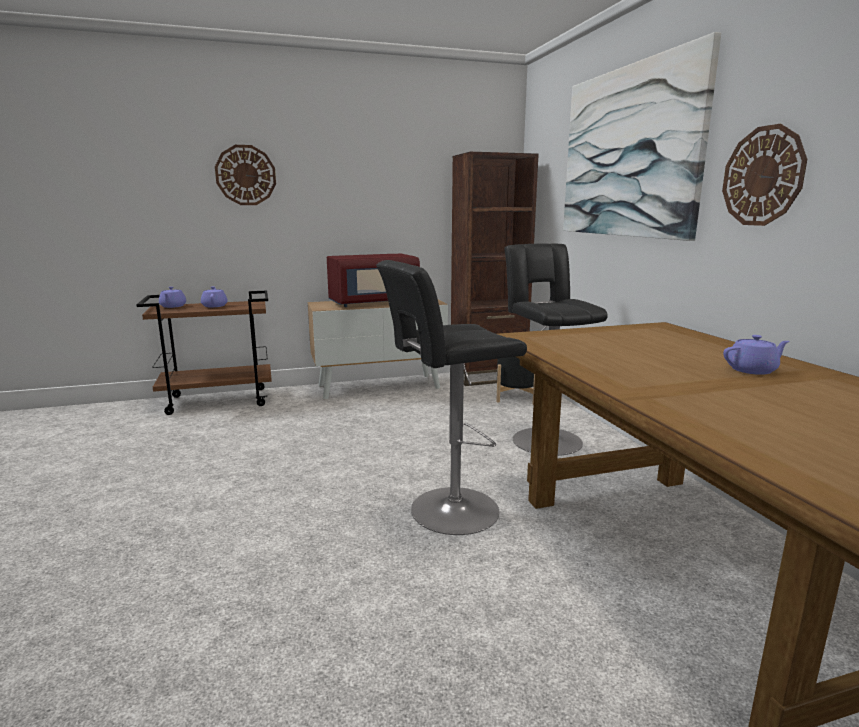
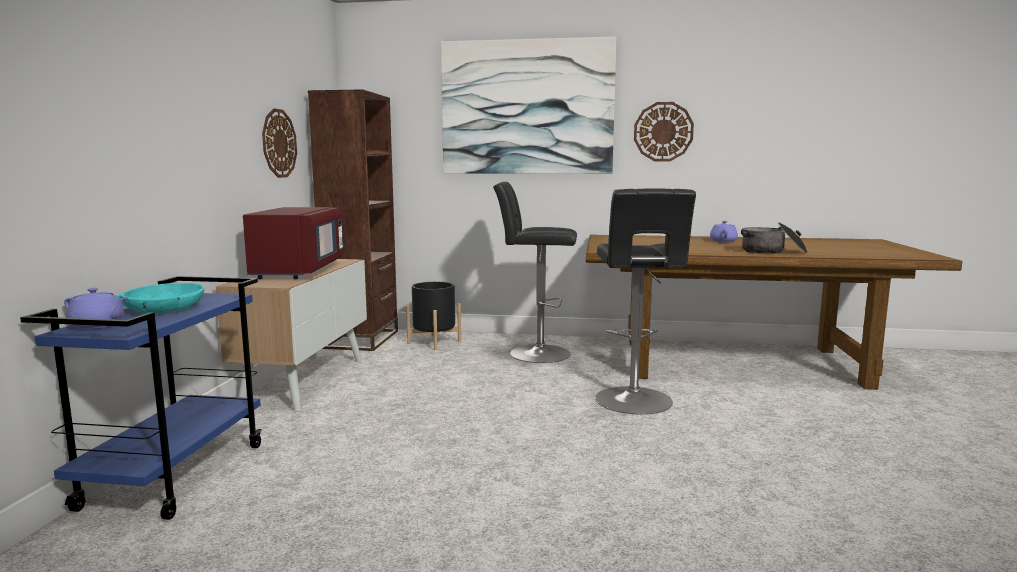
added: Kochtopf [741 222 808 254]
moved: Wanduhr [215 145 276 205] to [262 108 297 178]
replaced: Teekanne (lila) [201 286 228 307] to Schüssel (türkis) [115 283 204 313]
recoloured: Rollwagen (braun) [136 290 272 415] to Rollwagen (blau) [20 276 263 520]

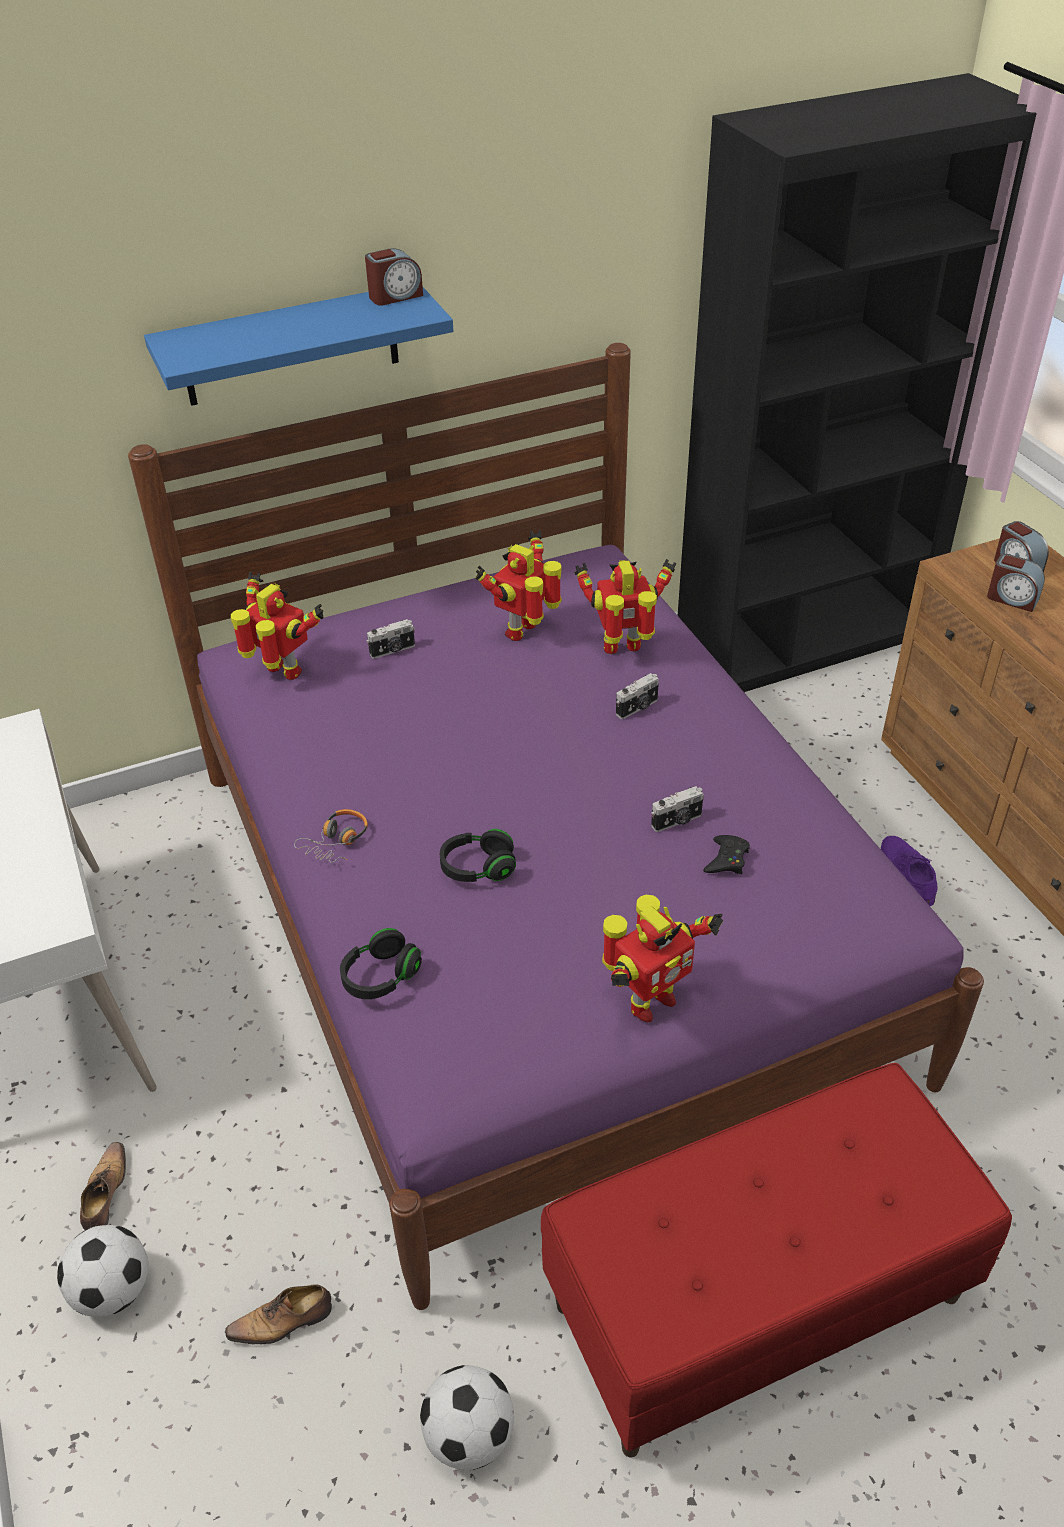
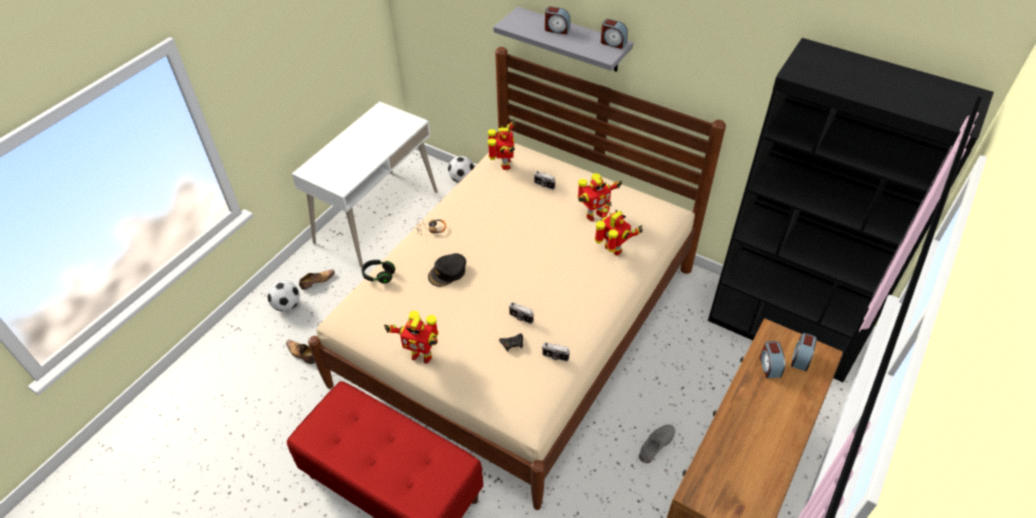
added: Wecker [545 7 570 34]
moved: Fußball [420 1365 514 1470] to [448 156 474 183]; Kamera [616 673 659 719] to [542 342 570 362]
replaced: Kopfhörer (schwarz) [440 829 516 882] to Kappe (schwarz) [428 253 466 287]
recoloured: Bett (lila) [128 343 984 1310] to Bett (beige) [308 47 726 510]; Wandregal (blau) [144 287 453 406] to Wandregal (grau) [493 7 633 72]; Schuh (lila) [881 836 937 906] to Schuh (grau) [639 425 675 463]
turned: Spielzeugroboter [475 530 562 641] = [577 173 622 221] 150 degrees clockwise

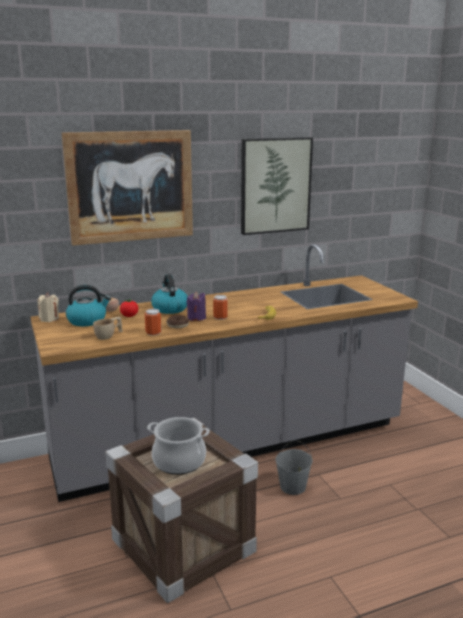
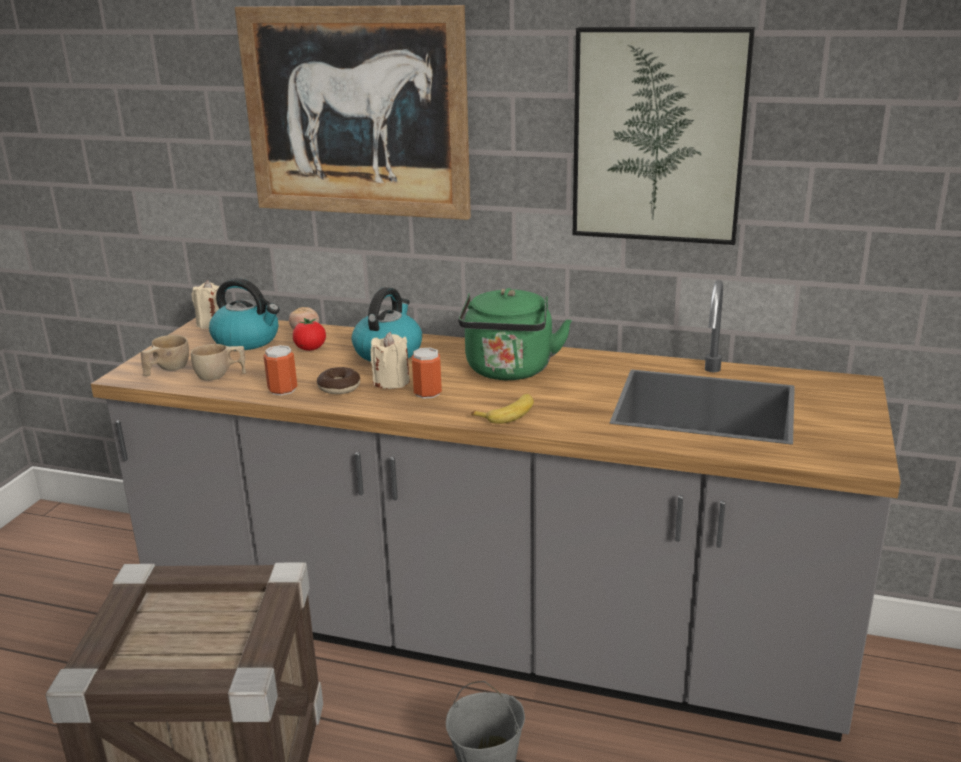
removed: Kochtopf [147 417 210 475]
added: Tasse (beige) [141 335 189 376]; Wasserkessel (grün) [458 288 572 380]
recoloured: Kerze (lila) [187 291 206 321] to Kerze (beige) [370 332 410 389]

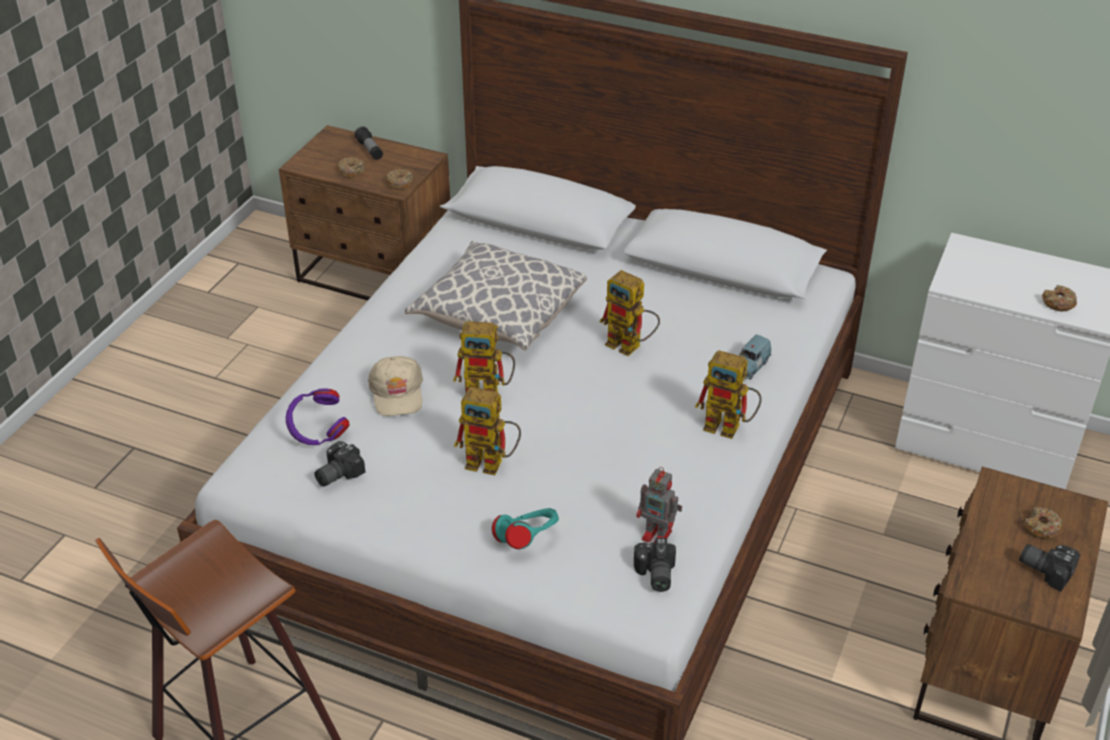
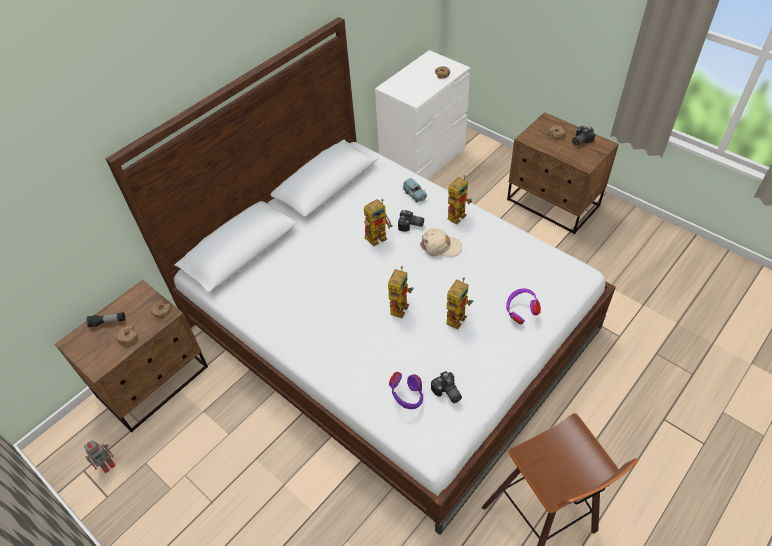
removed: Kissen [405 241 587 351]
moved: Kappe (beige) [368 356 423 416] to [420 228 462 257]; Kamera [634 538 676 592] to [398 210 424 232]; Spielzeugroboter [636 467 682 543] to [84 440 116 473]
recoloured: Kopfhörer (türkis) [492 508 559 549] to Kopfhörer (lila) [506 289 541 324]

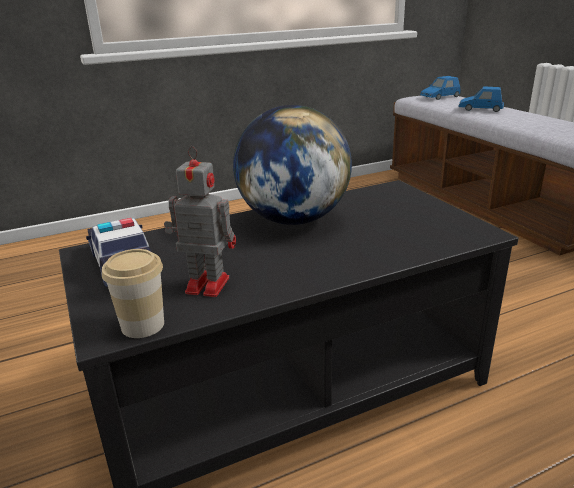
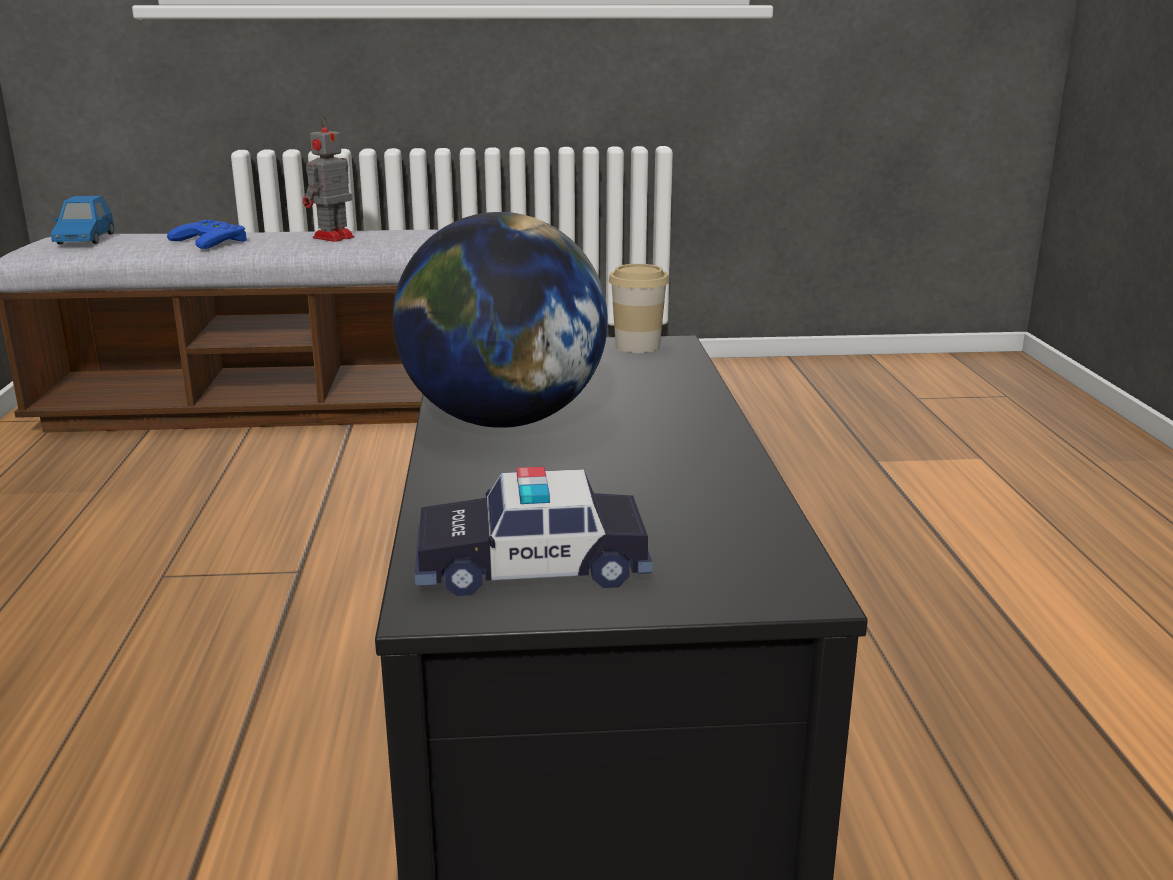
moved: Tasse [102 249 164 338] to [609 264 669 353]; Spielzeugroboter [164 146 236 297] to [303 116 354 242]
replaced: Spielzeugauto (blau) [458 86 504 112] to Gamepad (blau) [167 220 247 249]

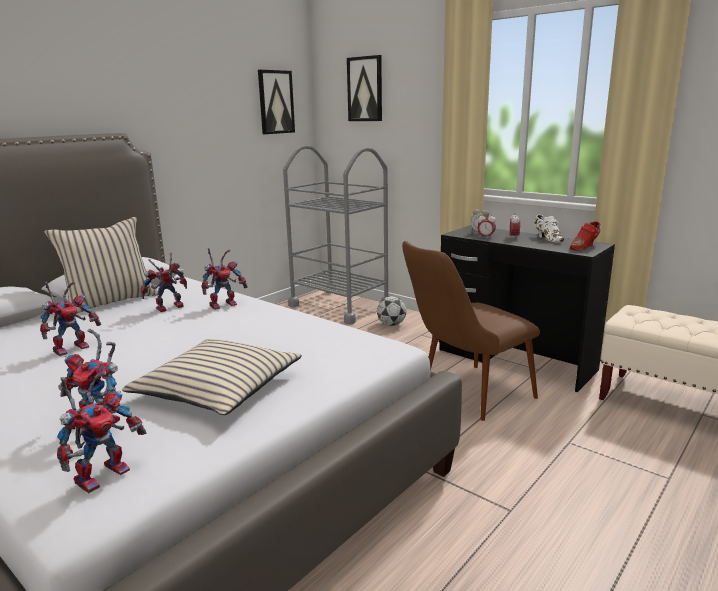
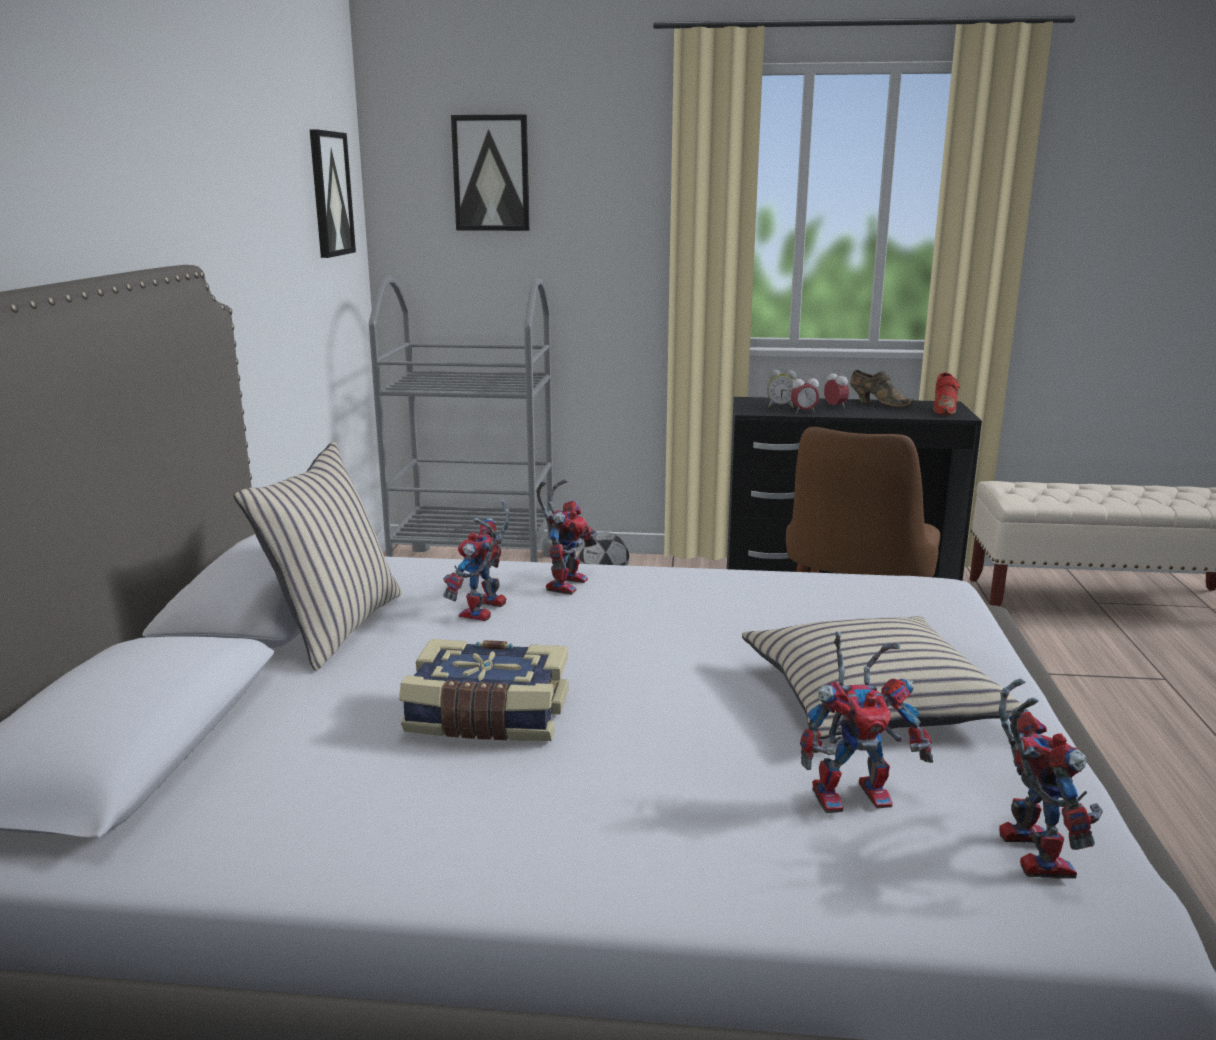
replaced: Spielzeugroboter [40 281 101 356] to Buch [399 639 568 741]
recoloured: Schuh (weiß) [535 214 564 243] to Schuh (braun) [850 370 914 408]

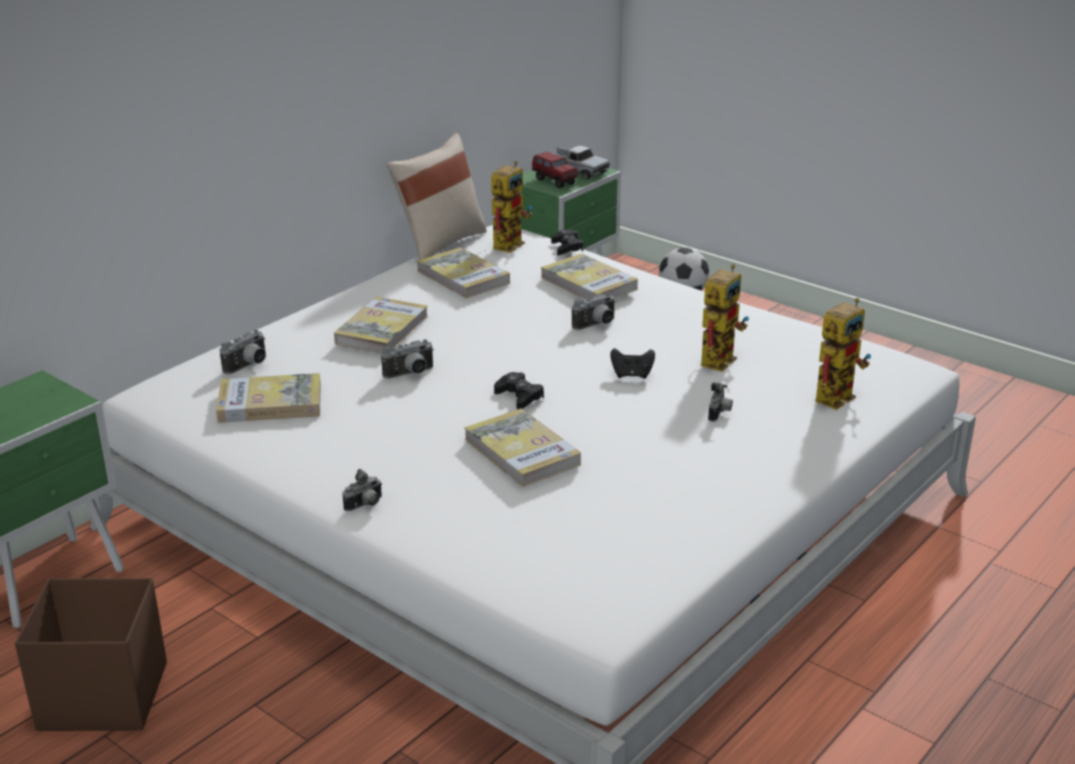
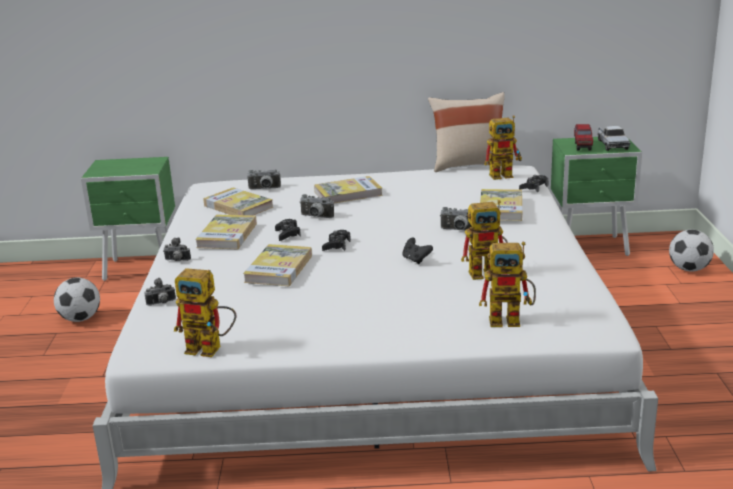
added: Spielzeugroboter [174 268 236 357]; Gamepad (schwarz) [275 219 301 241]
moved: Buch [417 248 510 298] to [195 214 257 249]; Kamera [708 382 733 422] to [145 278 176 305]
replaced: Aufbewahrungsbox (braun) [15 578 167 731] to Fußball [54 277 100 322]

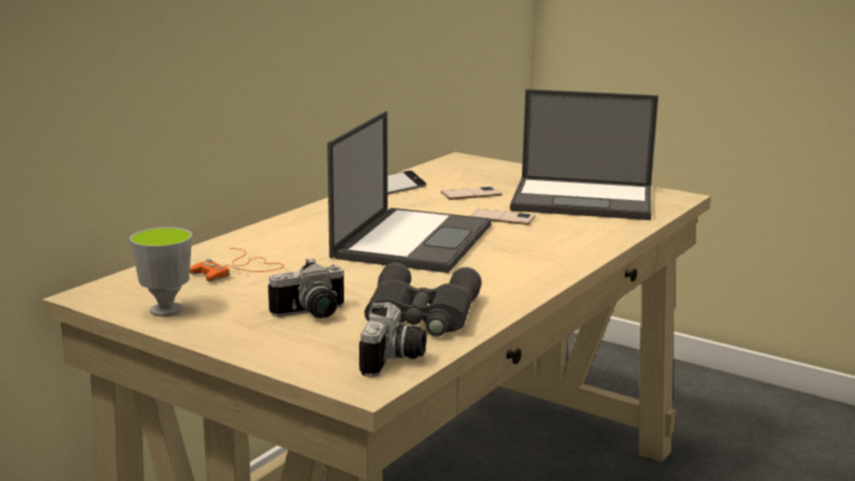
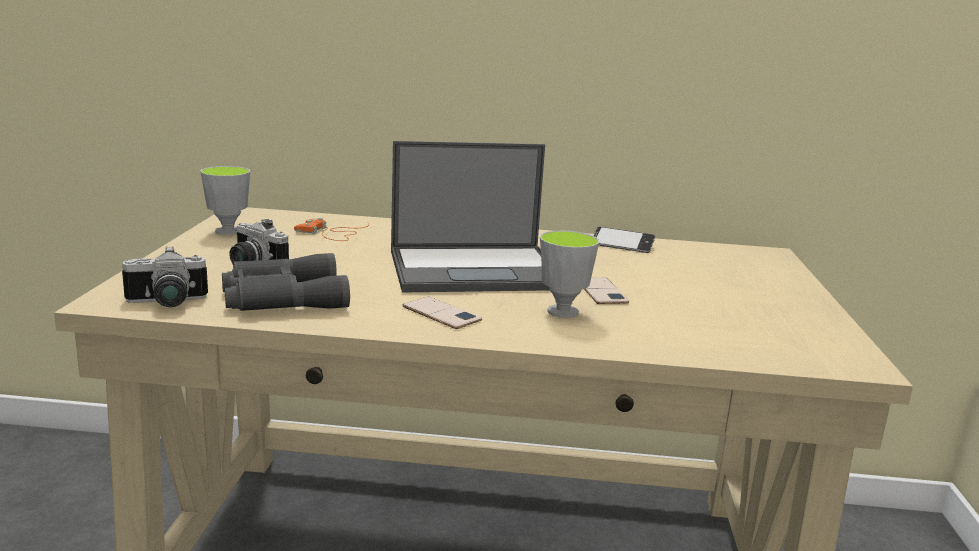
removed: Laptop [510 89 658 220]
added: Tasse [540 230 599 318]
moved: Handy [441 187 502 200] to [403 297 482 329]

